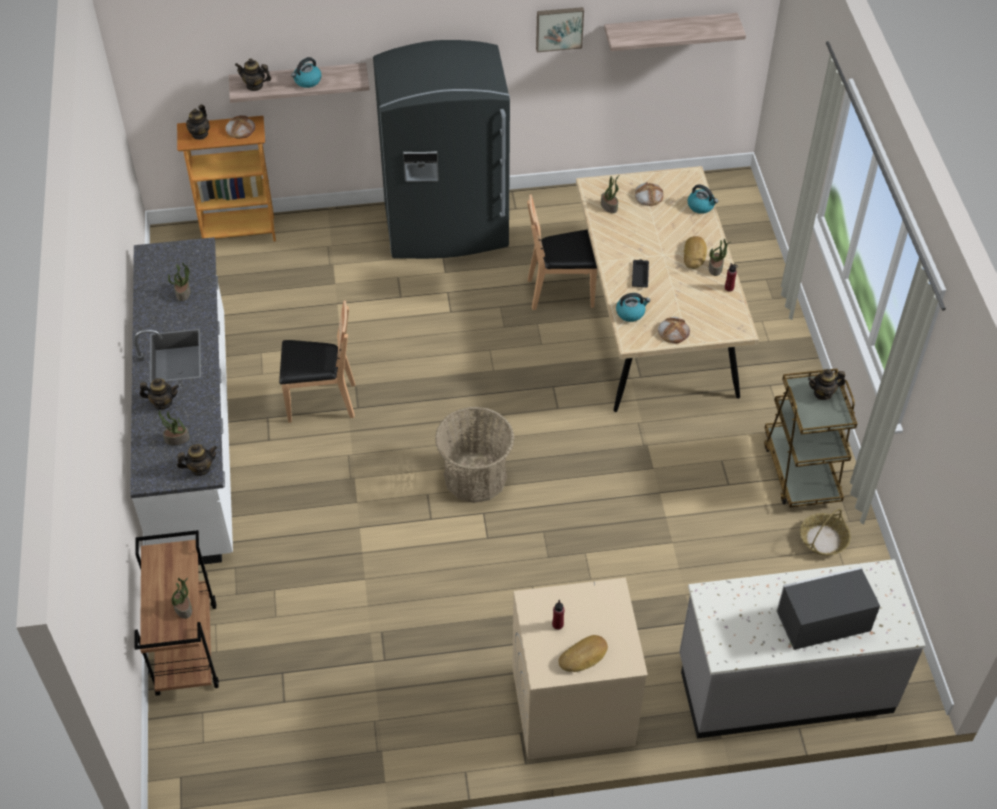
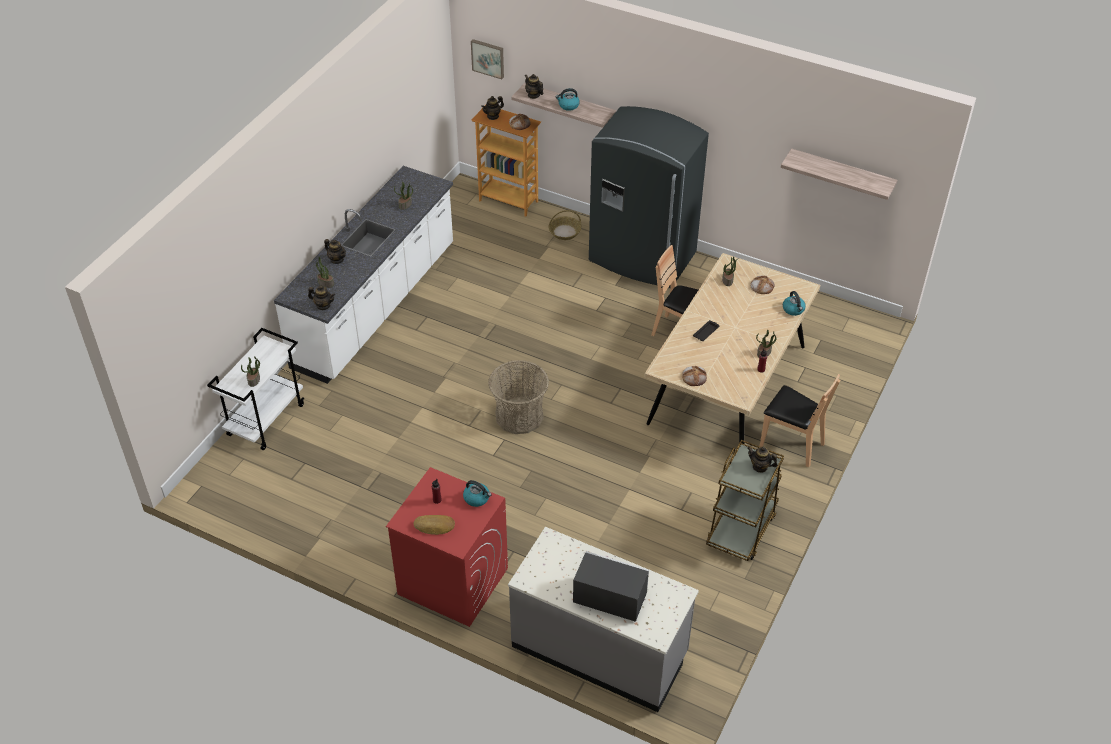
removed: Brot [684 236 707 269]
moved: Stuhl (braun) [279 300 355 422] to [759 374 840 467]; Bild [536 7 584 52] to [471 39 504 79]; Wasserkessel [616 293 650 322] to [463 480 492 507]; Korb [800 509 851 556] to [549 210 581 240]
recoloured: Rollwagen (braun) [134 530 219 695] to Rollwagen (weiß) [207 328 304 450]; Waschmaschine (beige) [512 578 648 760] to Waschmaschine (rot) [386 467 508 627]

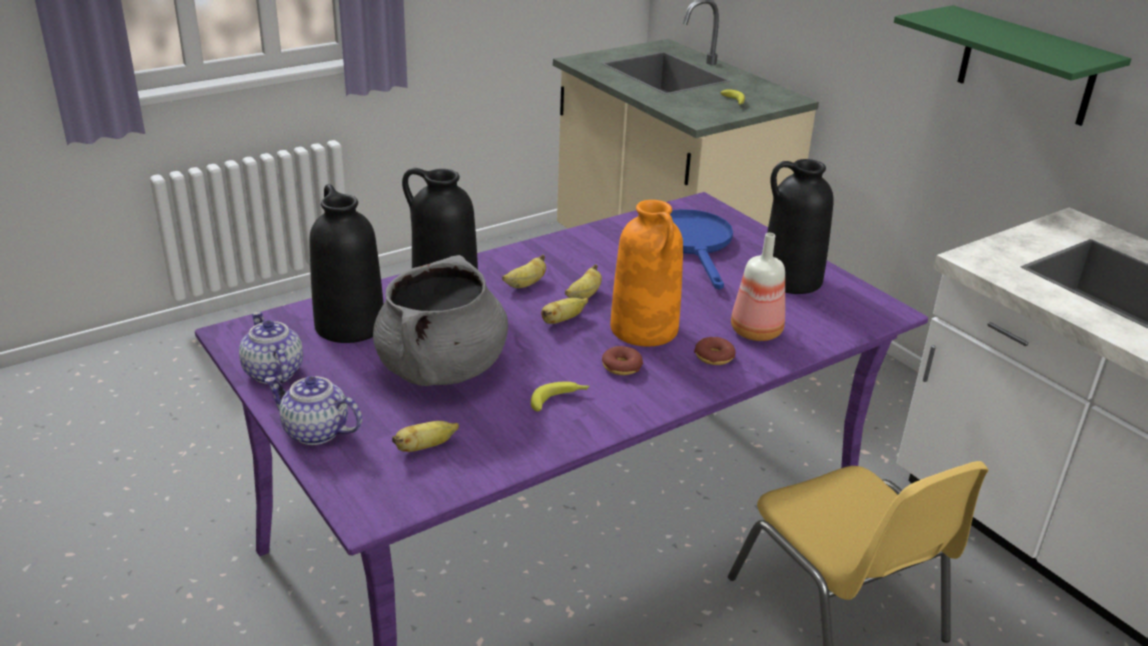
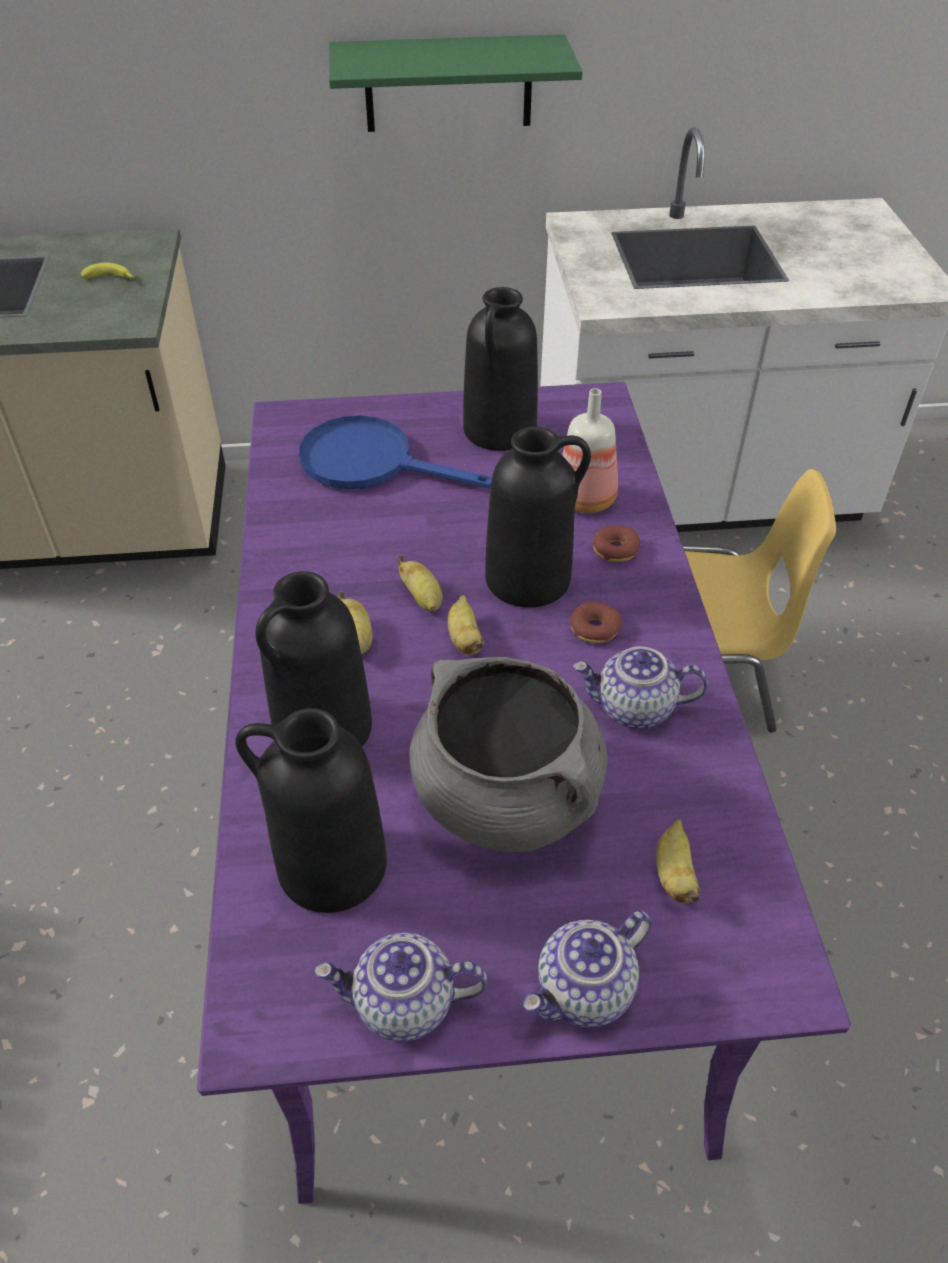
replaced: Banane [531 381 590 411] to Teekanne [573 646 708 728]
recoloured: Vase (orange) [610 200 683 346] to Vase (schwarz) [485 427 591 608]

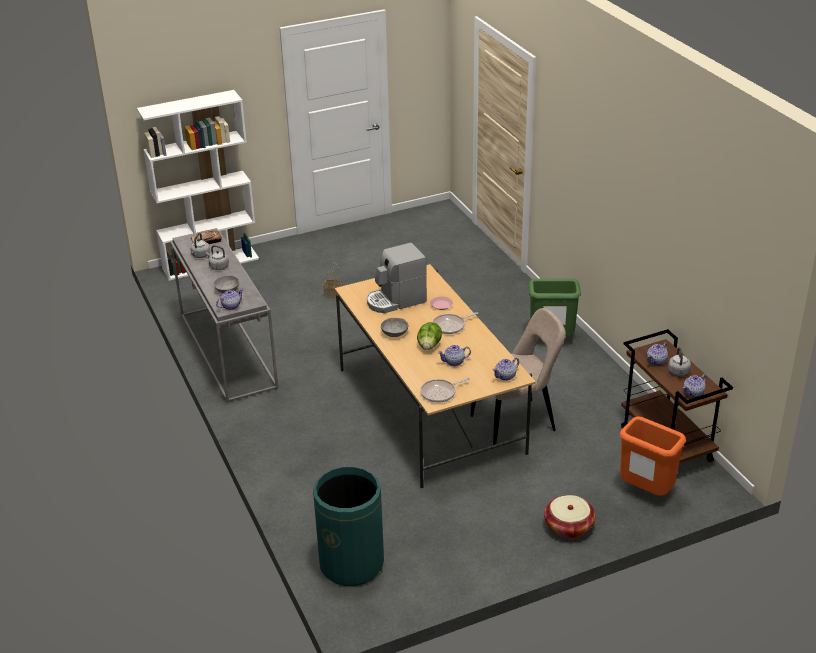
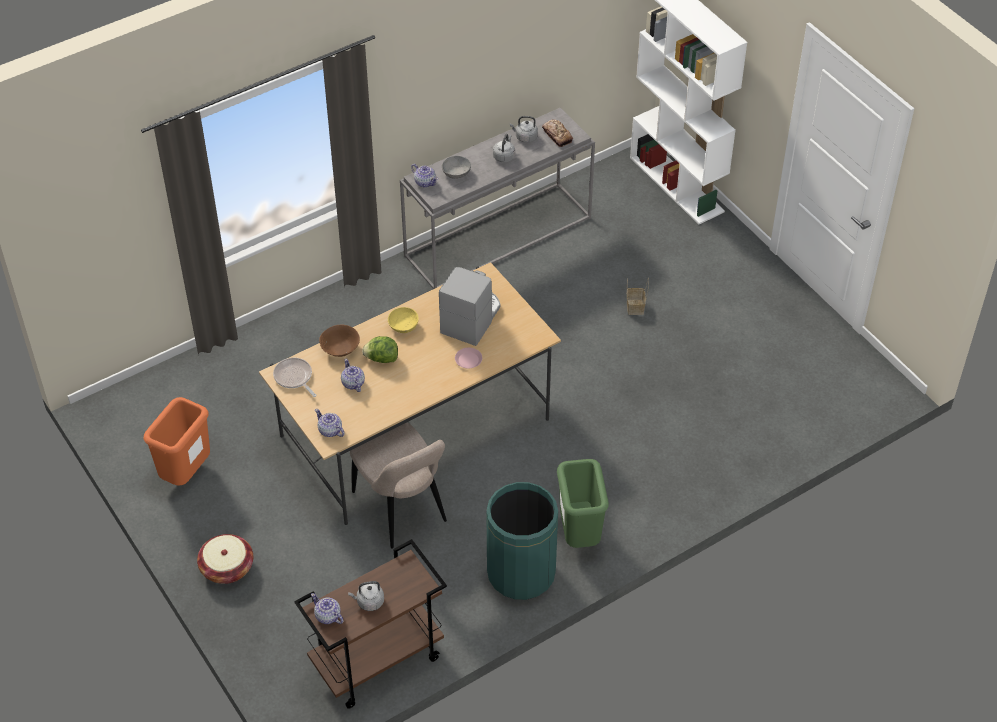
removed: Pfanne [433 312 478 334]; Teekanne [647 342 668 366]
added: Schüssel (braun) [319 325 360 357]
moved: Mülleimer (grün) [313 467 384 586] to [486 482 558 600]; Mülleimer (orange) [620 417 686 496] to [144 397 210 486]
recoloured: Schüssel (grau) [381 318 408 337] to Schüssel (gelb) [388 307 419 333]
turned: Kaffeemaschine [367 242 427 313] = [439 267 501 346] 60 degrees clockwise

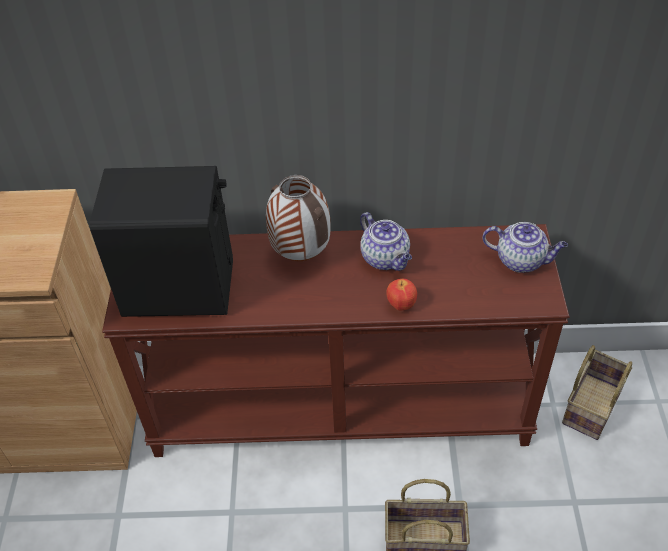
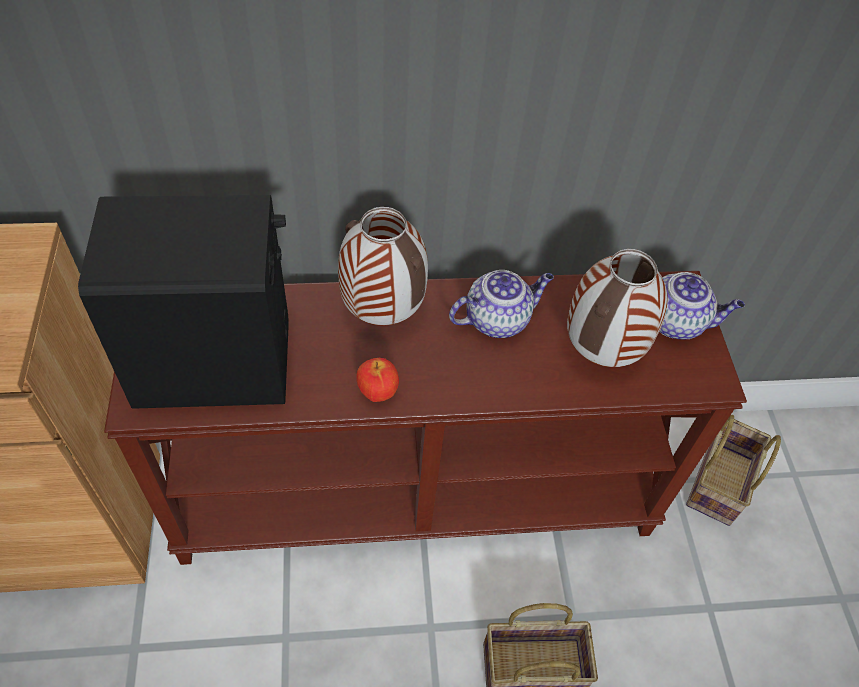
added: Vase [567 249 667 367]
moved: Apfel [386 279 417 311] to [356 358 399 402]
turned: Teekanne [360 212 412 271] = [449 270 554 338] 75 degrees counterclockwise

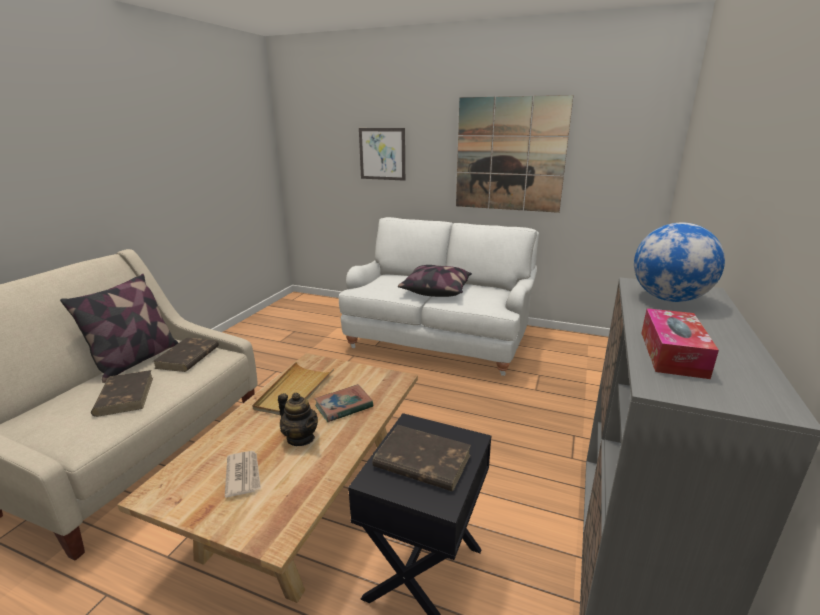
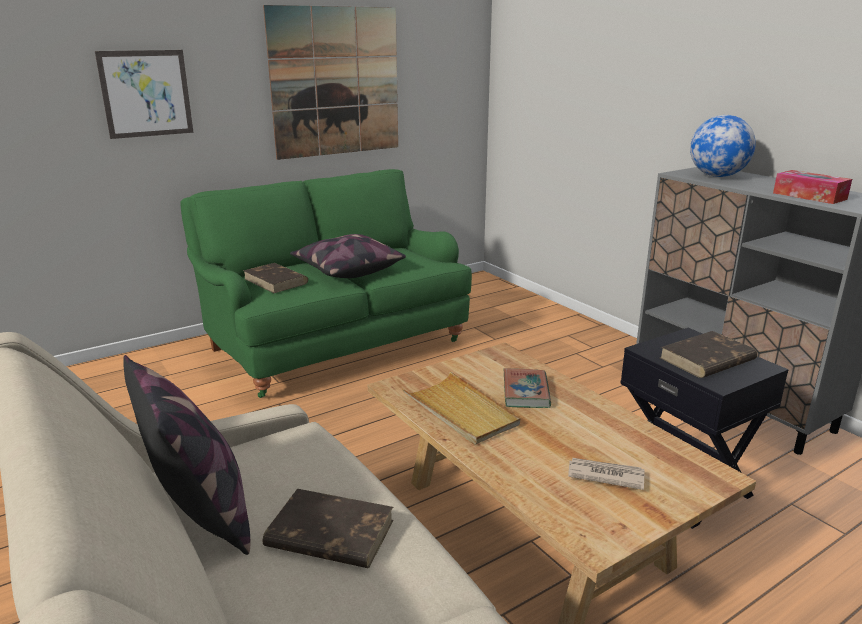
removed: Teekanne [278 393 318 446]
moved: Buch (braun) [153 338 219 372] to [243 263 308 293]
recoloured: Sofa (weiß) [339 217 539 376] to Sofa (grün) [180 169 472 398]

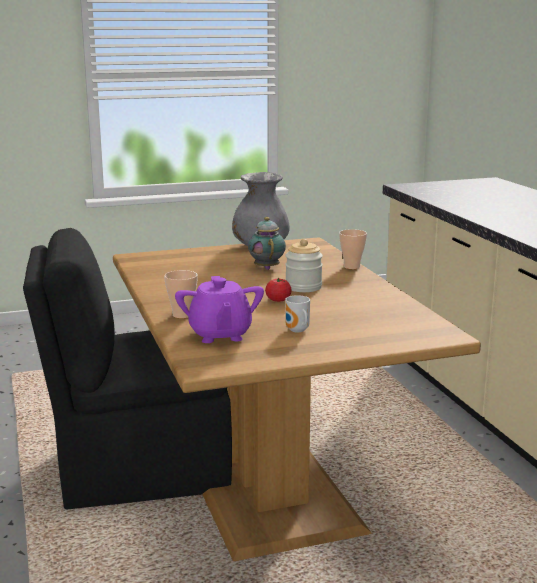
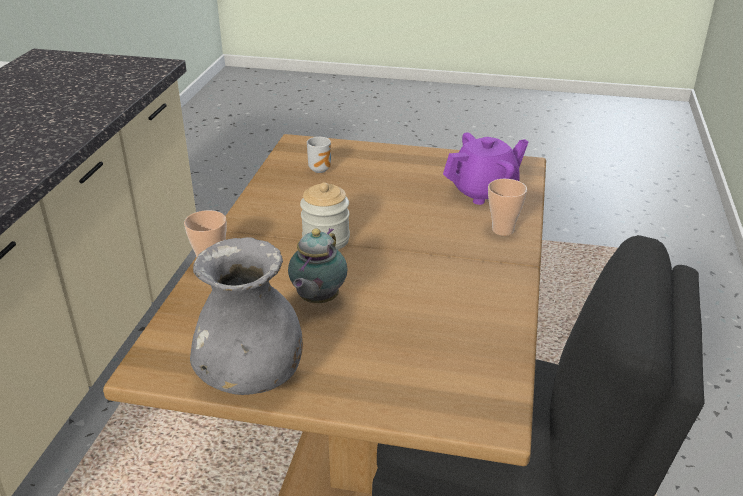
removed: Tomate [265 278 292 302]
moved: Henkelbecher [285 295 310 333] to [307 137 331 173]
turned: Teekanne (lila) [175 276 264 343] = [443 132 529 205] 45 degrees clockwise

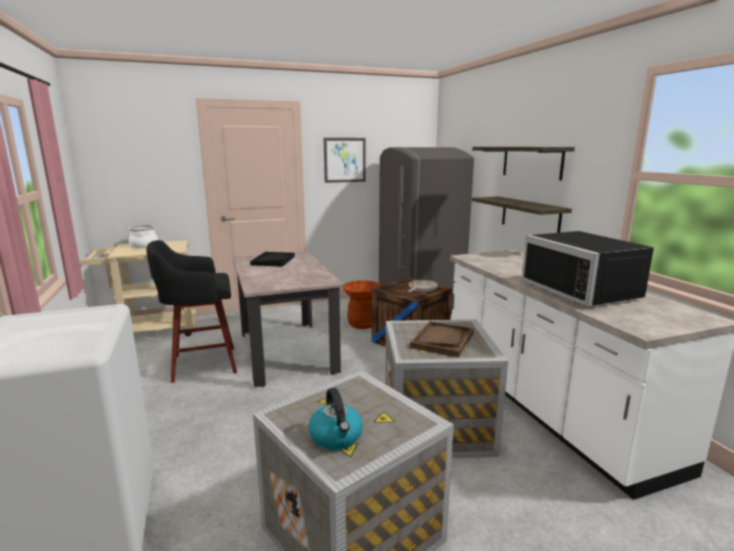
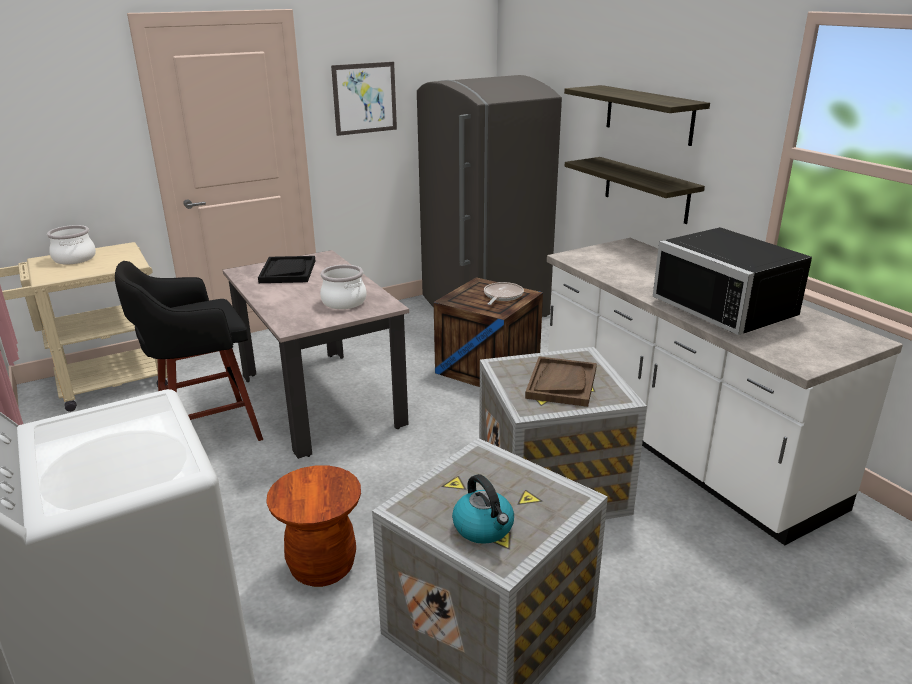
added: Kochtopf [320 265 367 309]
moved: Hocker (braun) [343 280 382 329] to [266 465 361 587]

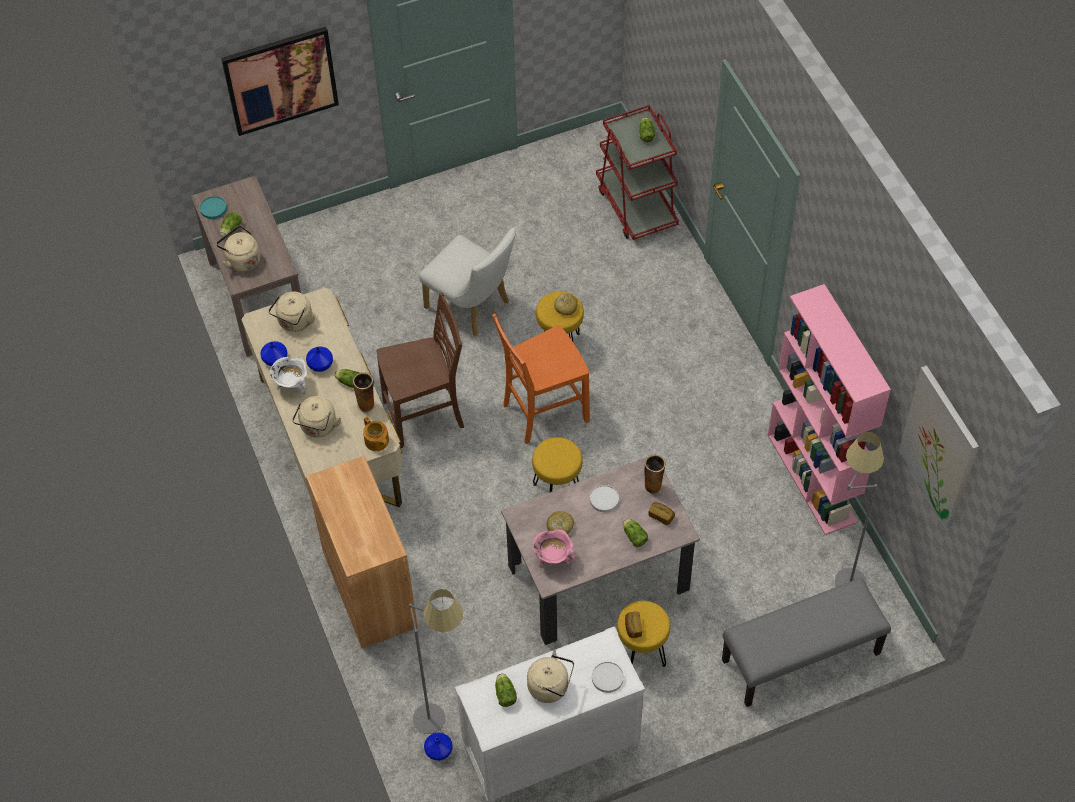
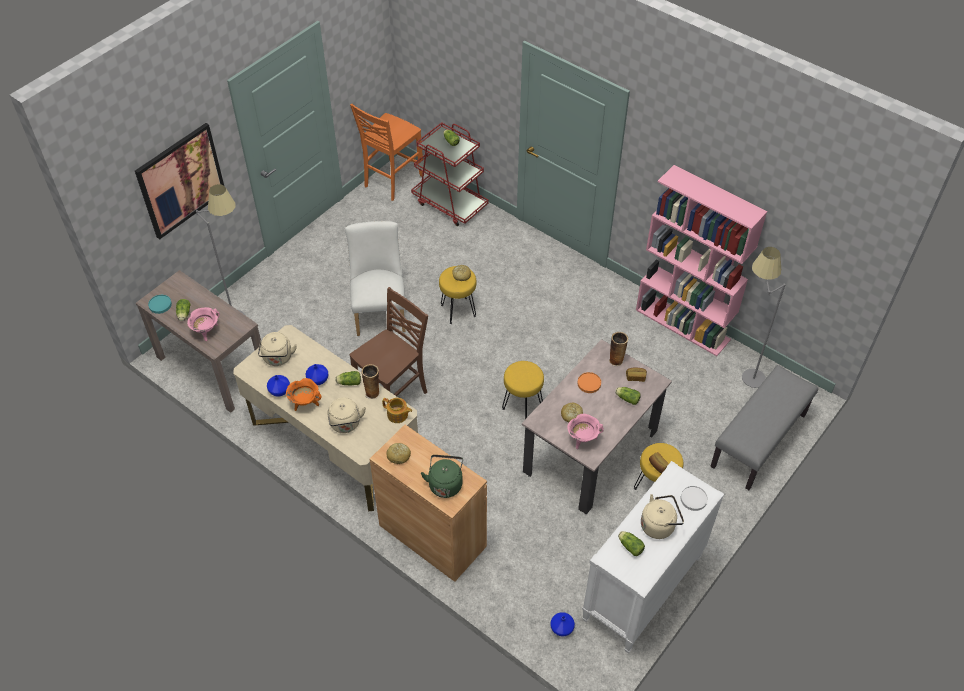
removed: Bild [899 365 979 528]
added: Brot [387 443 411 464]; Wasserkessel (grün) [421 455 463 498]
moved: Stehlampe (grau) [409 589 463 734] to [196 184 246 316]; Stuhl (orange) [492 313 590 444] to [350 103 423 201]
replaced: Wasserkessel (beige) [216 226 260 272] to Kochtopf (rosa) [187 307 220 341]
recoloured: Kochtopf (weiß) [270 357 307 395] to Kochtopf (orange) [286 378 322 411]; Teller (weiß) [590 485 619 512] to Teller (orange) [577 372 601 393]
turned: Stuhl (weiß) [419 228 516 337] = [345 221 406 336] 105 degrees counterclockwise

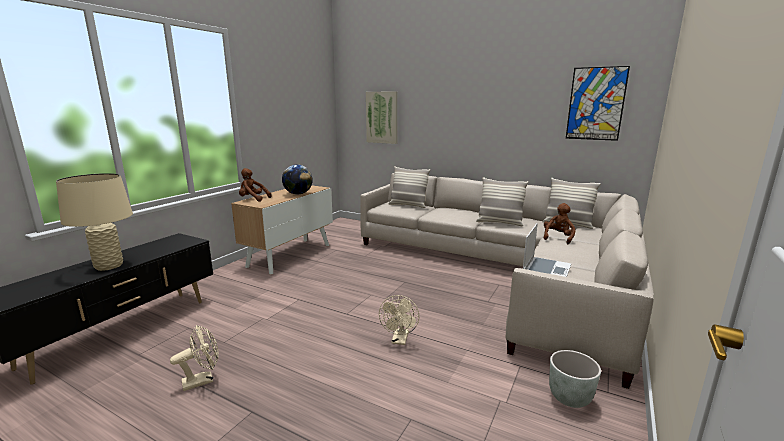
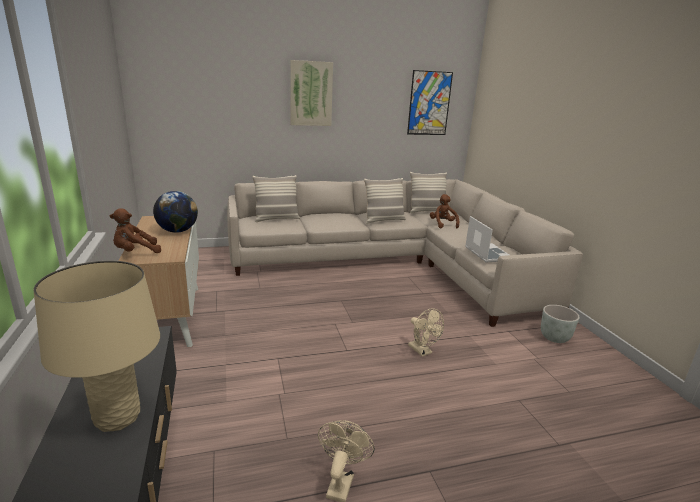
moved: Bild [366 91 397 144] to [290 60 333 126]

